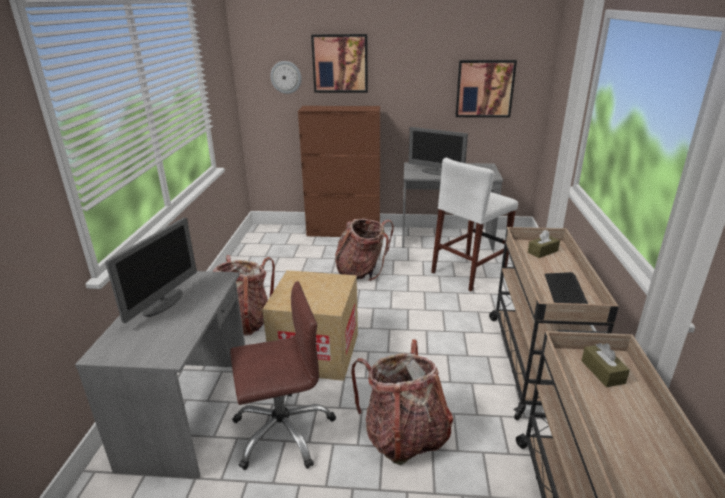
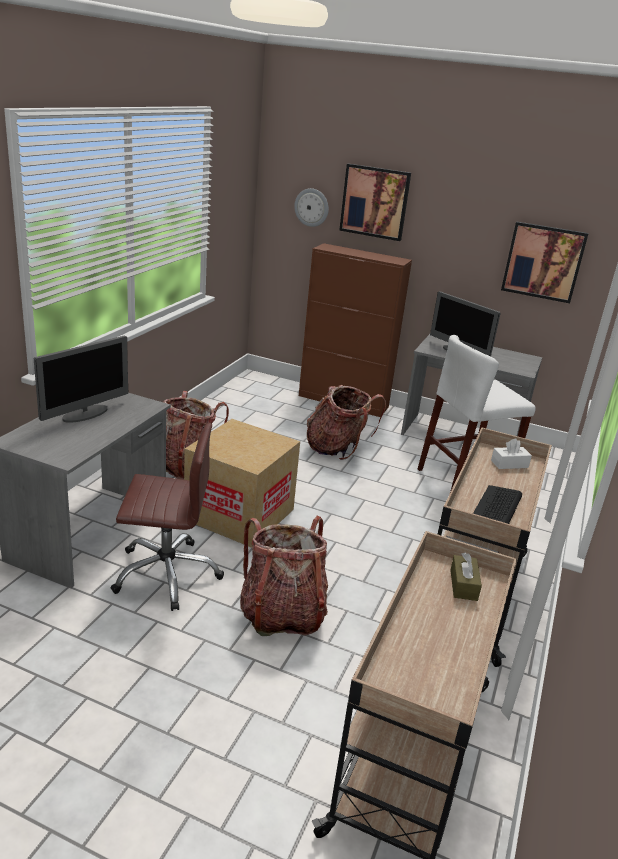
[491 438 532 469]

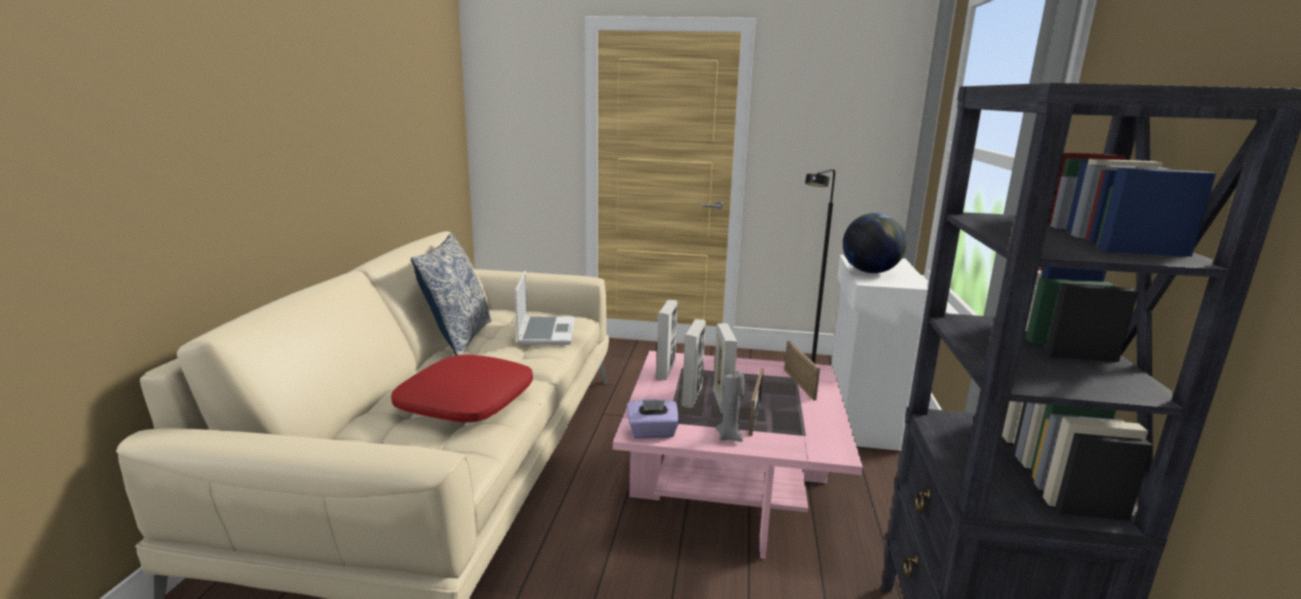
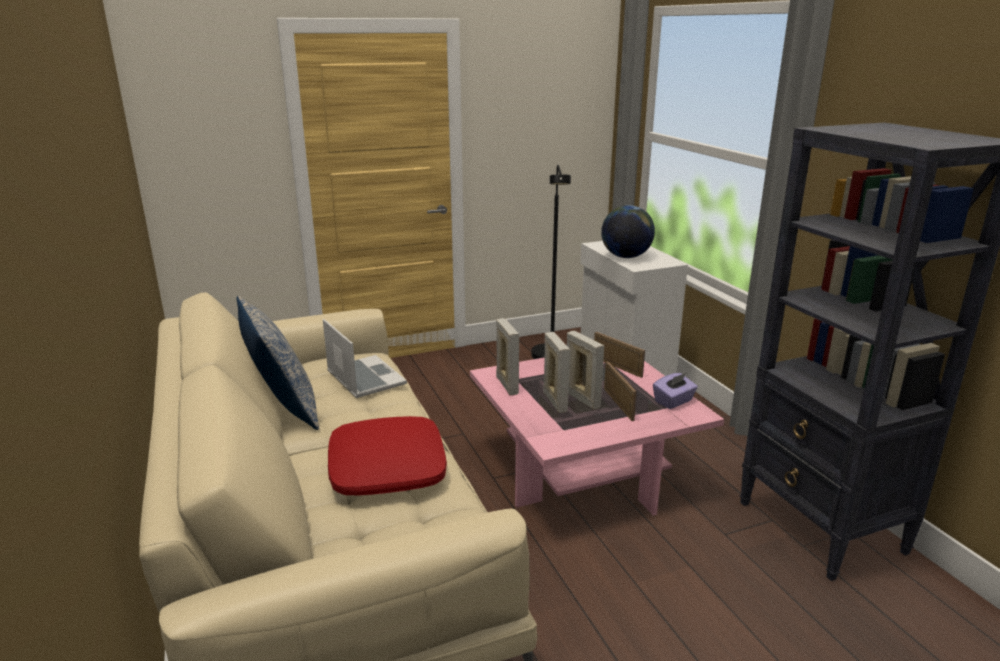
[716 371 745 442] (first image)
[653 373 698 409]

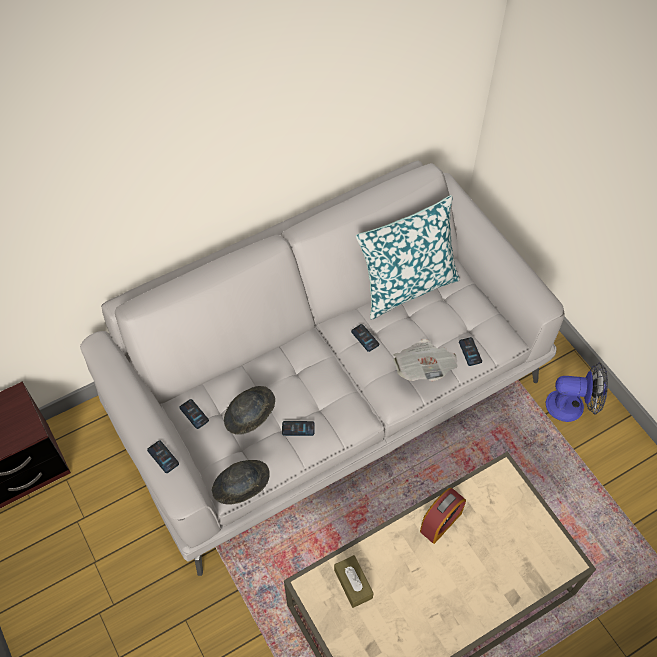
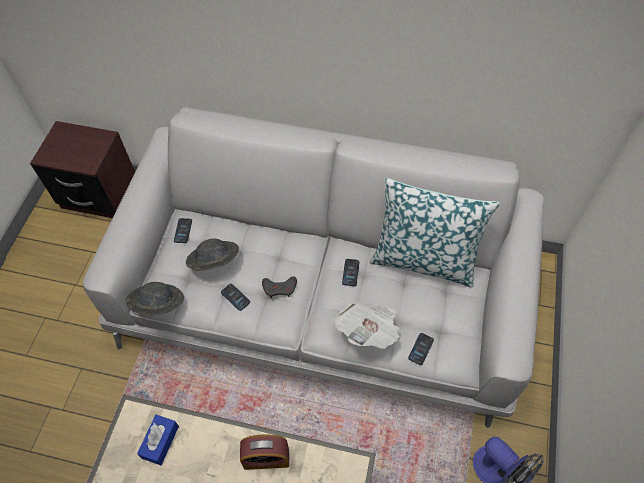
[147 440 179 473] (first image)
[137 415 179 465]
[262 277 297 298]

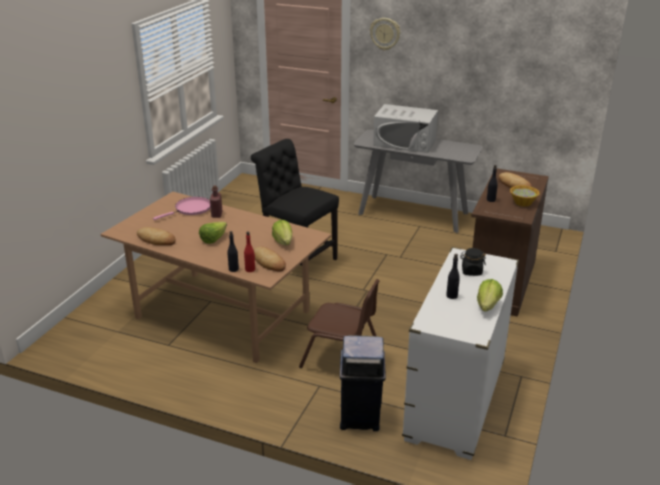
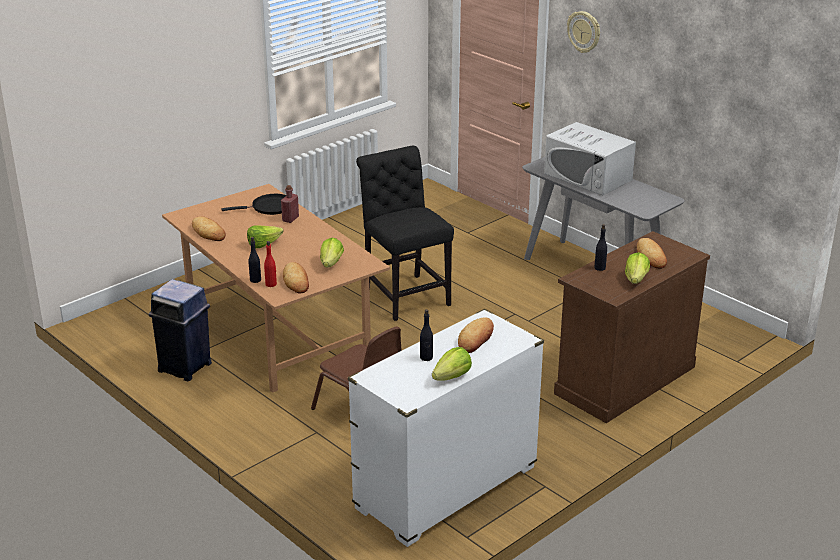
[625 252 650 284]
[221 194 286 215]
[458 317 494 353]
[149 279 212 381]

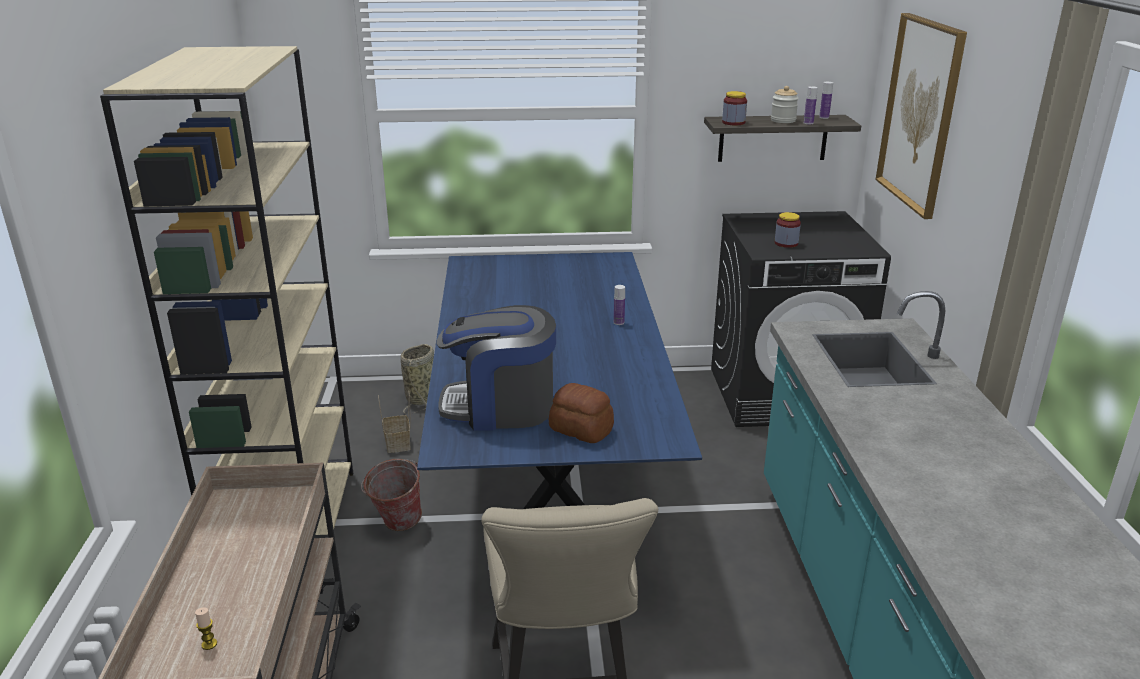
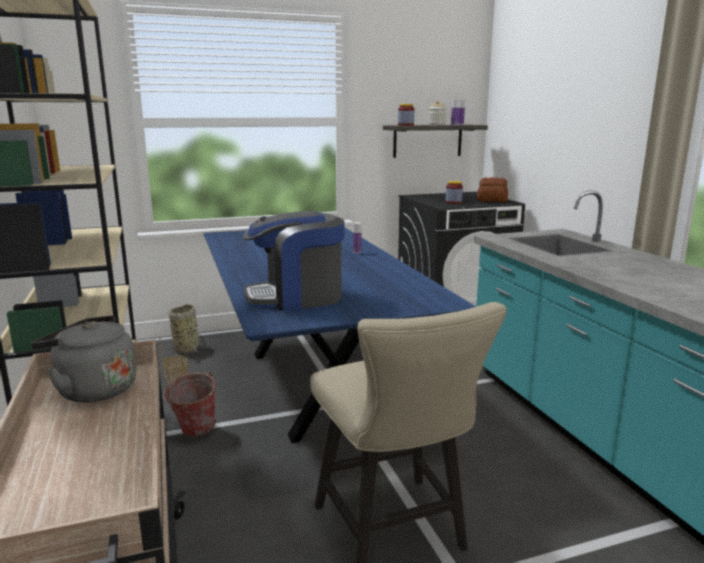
[875 13 967 219] (first image)
[477 177 508 202]
[195 607 217 650] (first image)
[31 315 136 403]

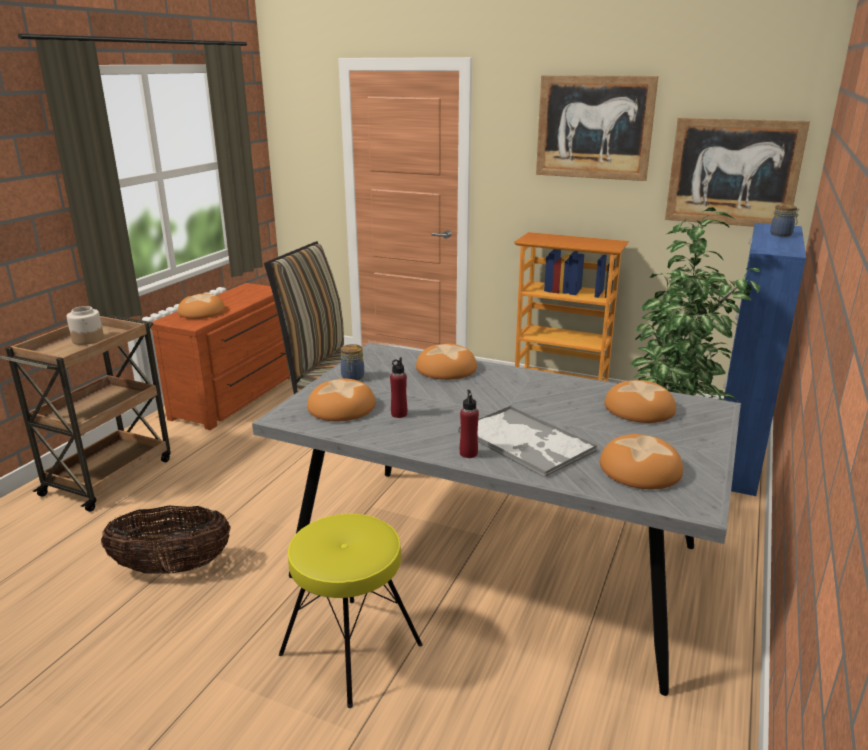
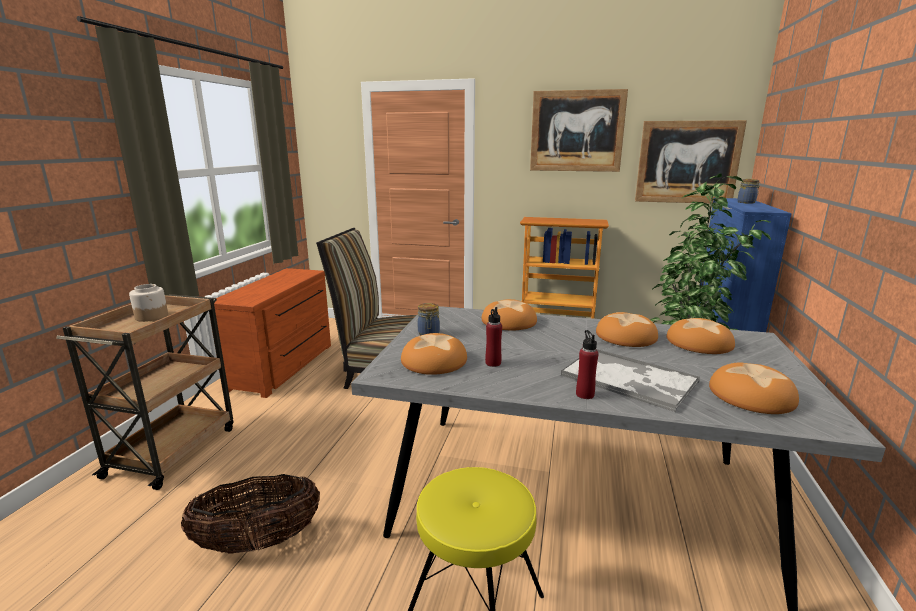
[596 312 658 347]

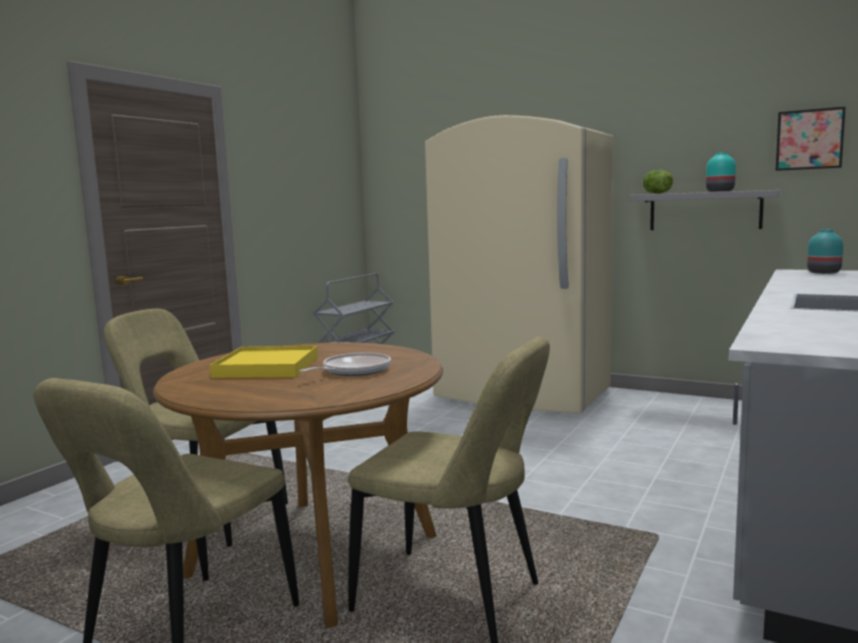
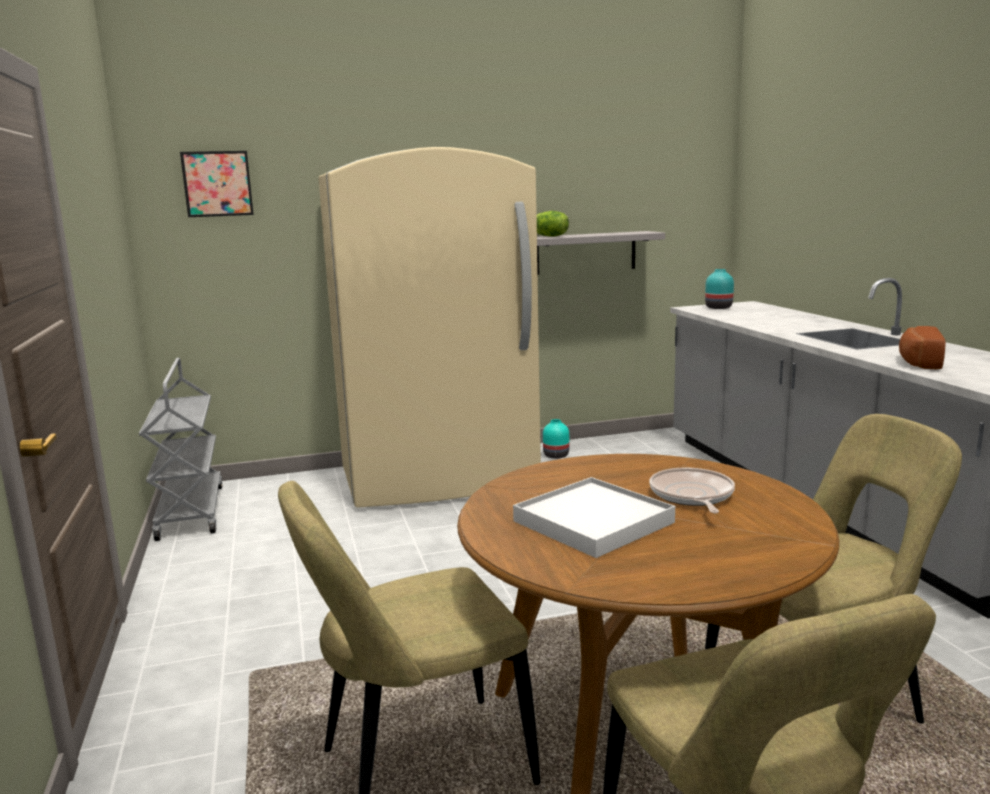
[180 151 254 217]
[543 419 569 459]
[513 477 675 558]
[899 326 946 369]

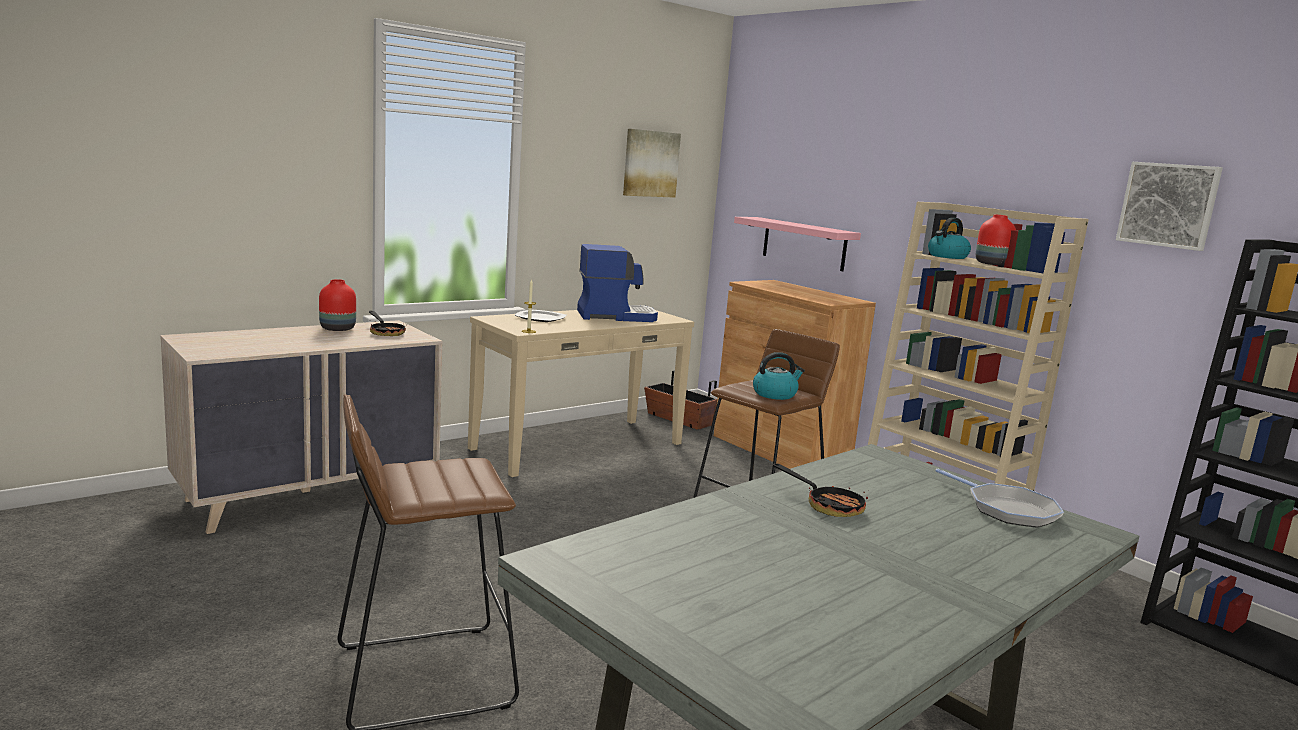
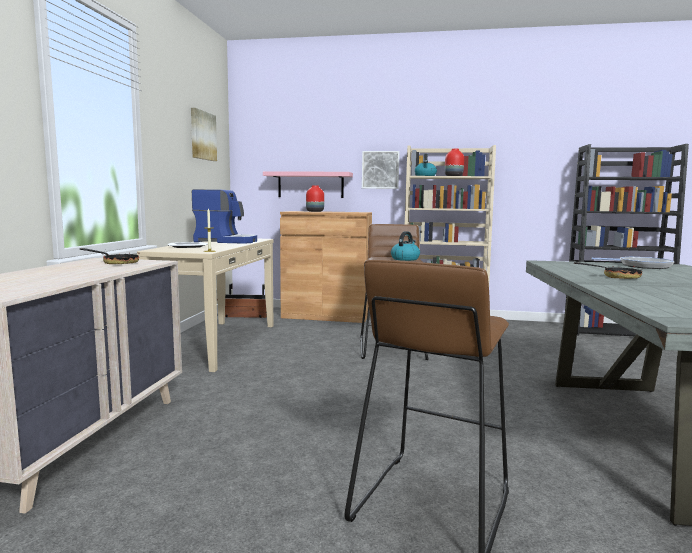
[362 151 400 189]
[192 189 257 244]
[306 185 324 212]

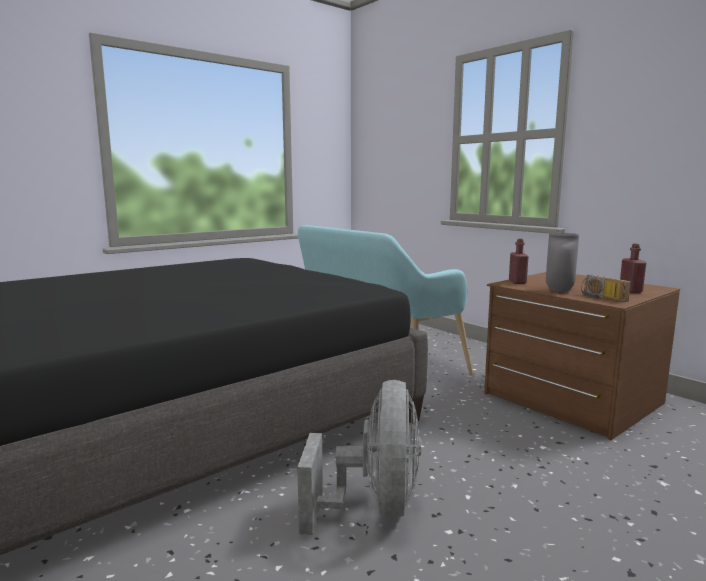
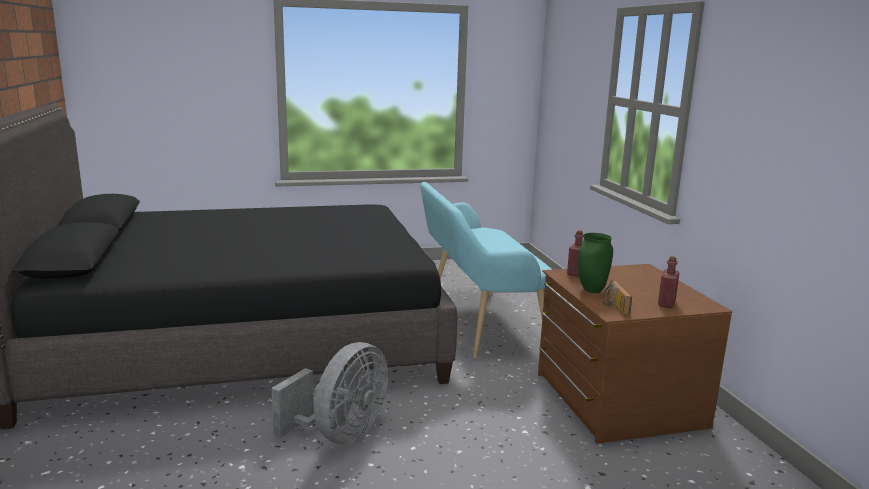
[578 233 613 293]

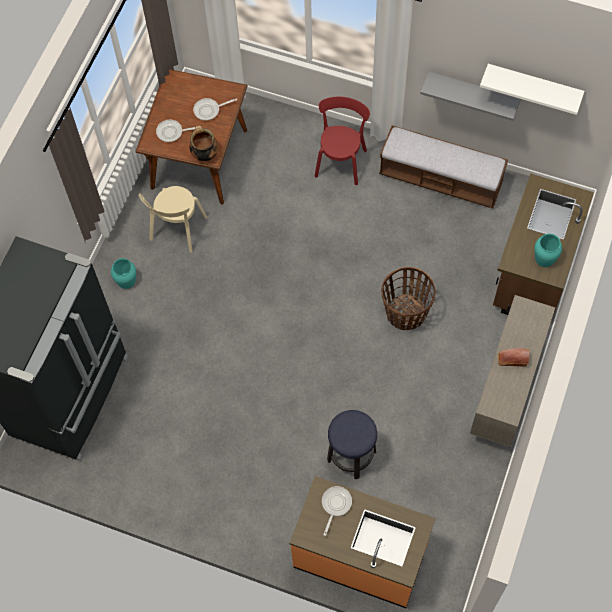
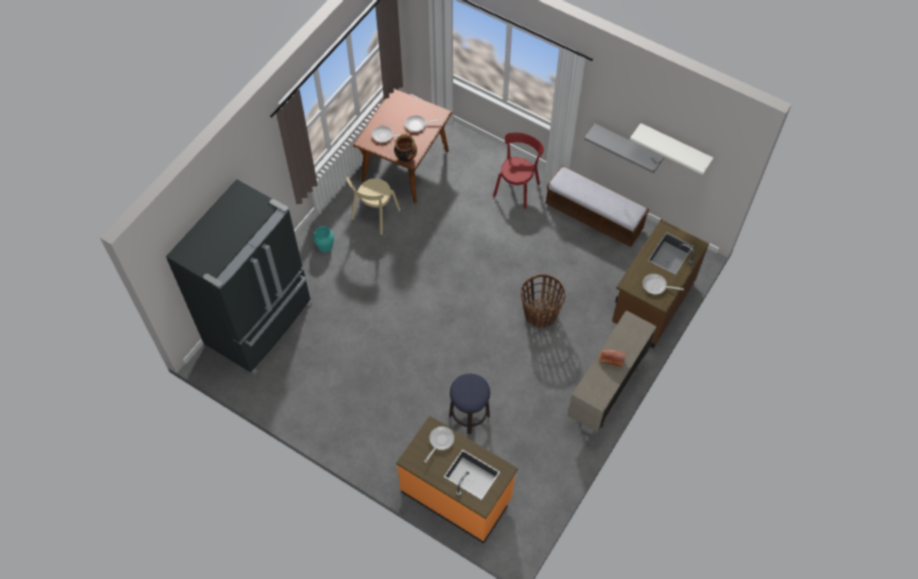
[643 274 684 294]

